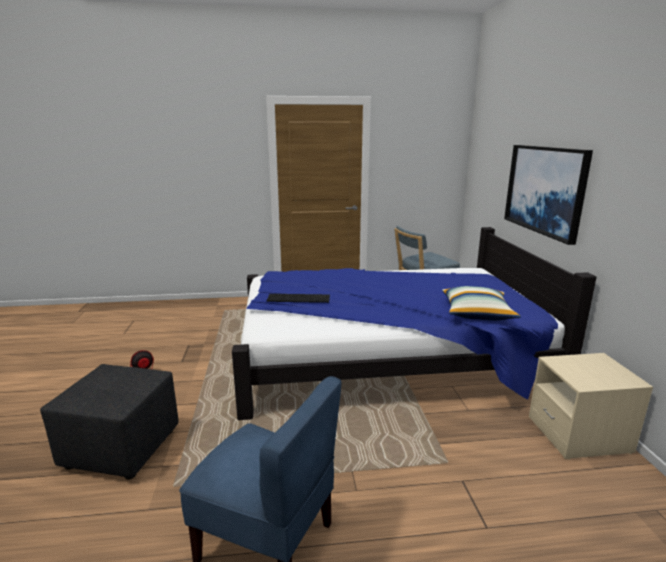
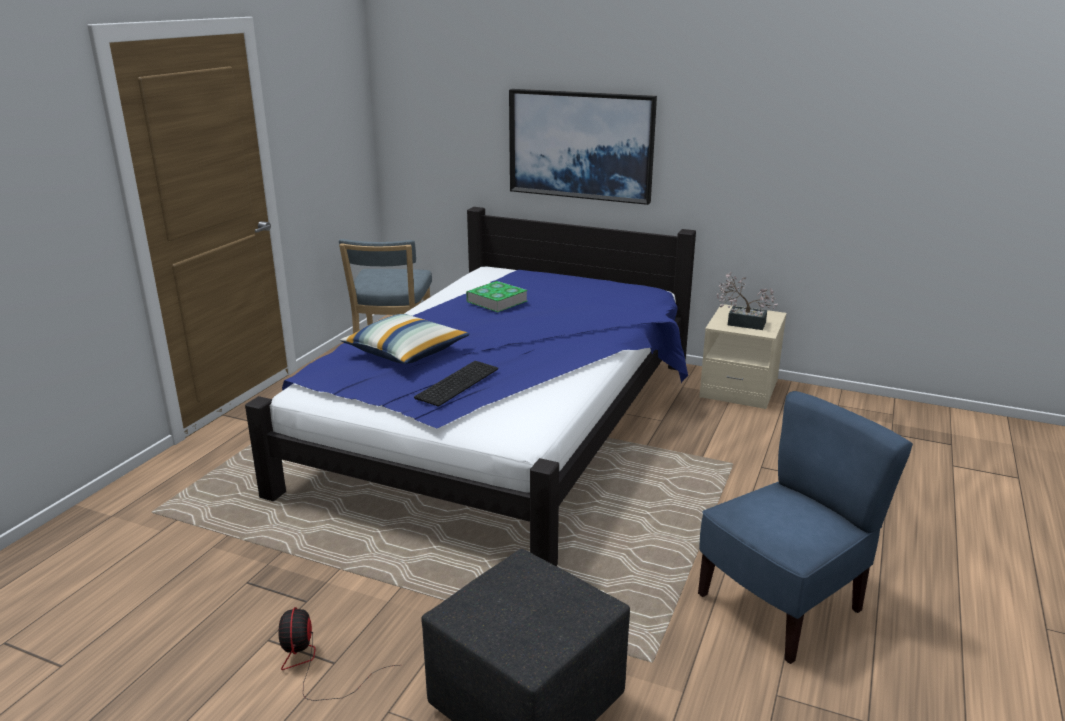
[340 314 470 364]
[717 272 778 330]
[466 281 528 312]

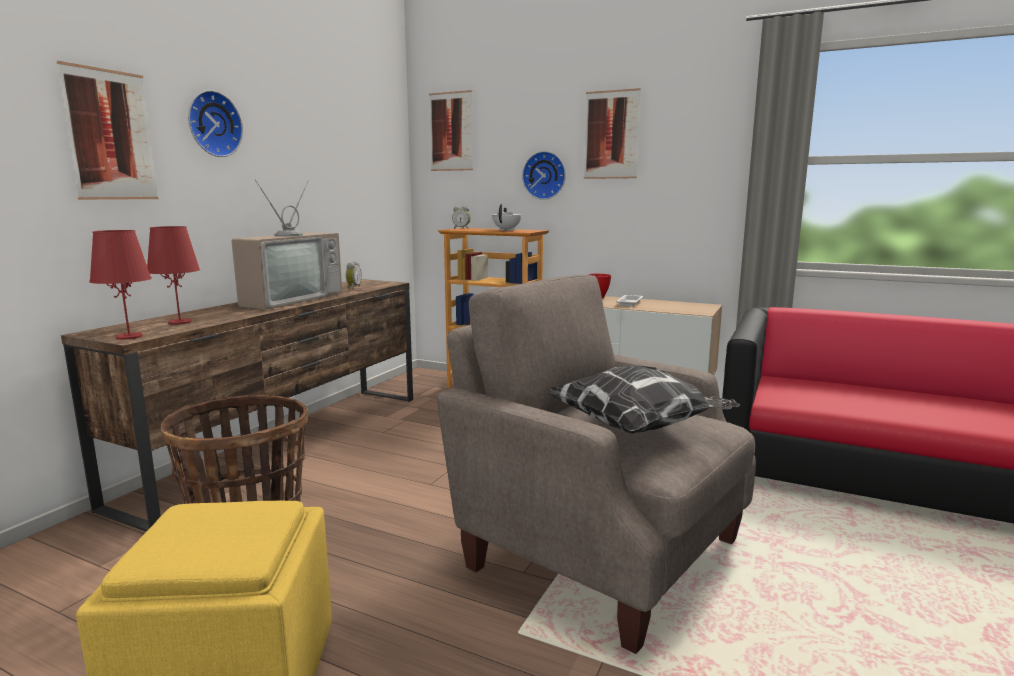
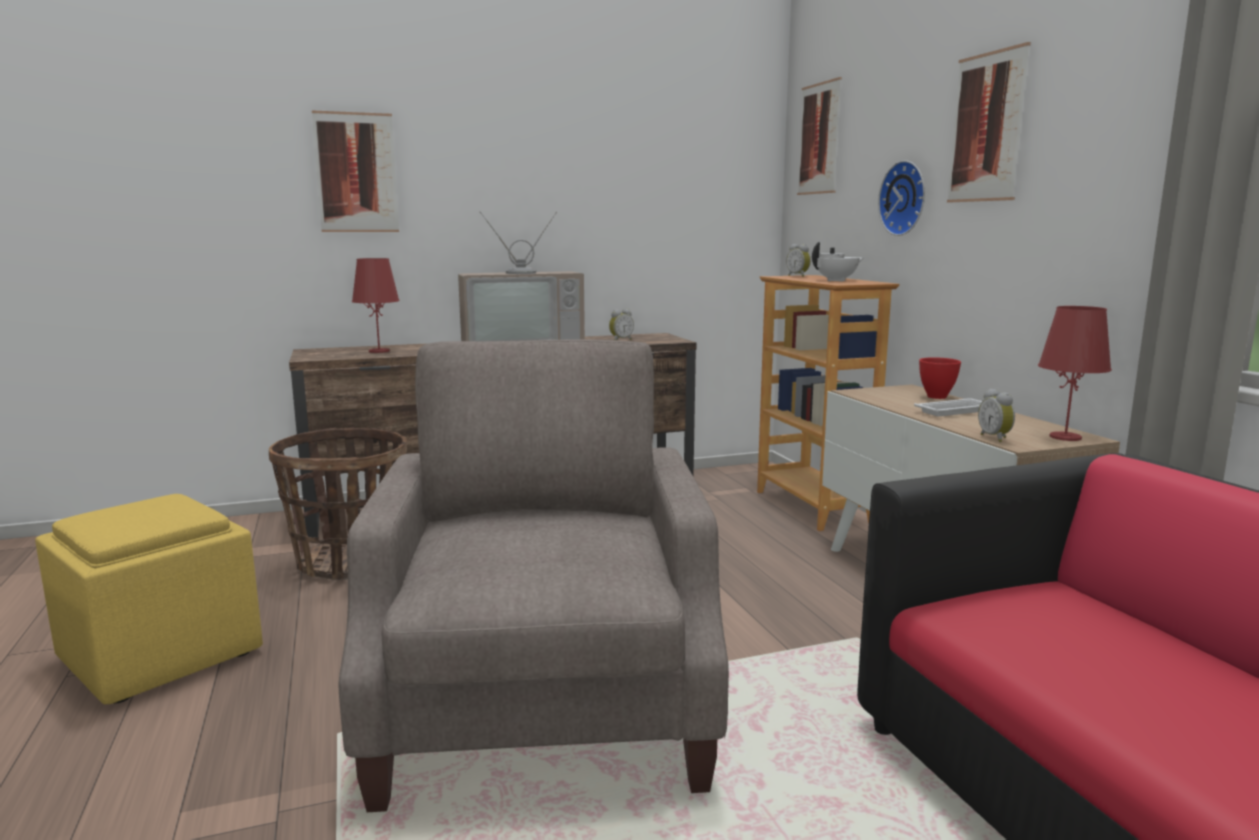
[188 90 243 157] (first image)
[1038 306 1112 441]
[548 366 740 434] (first image)
[978 388 1015 442]

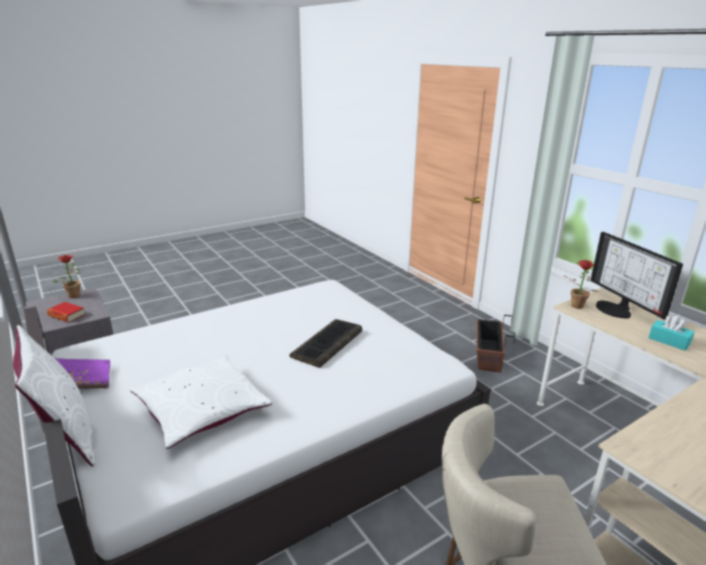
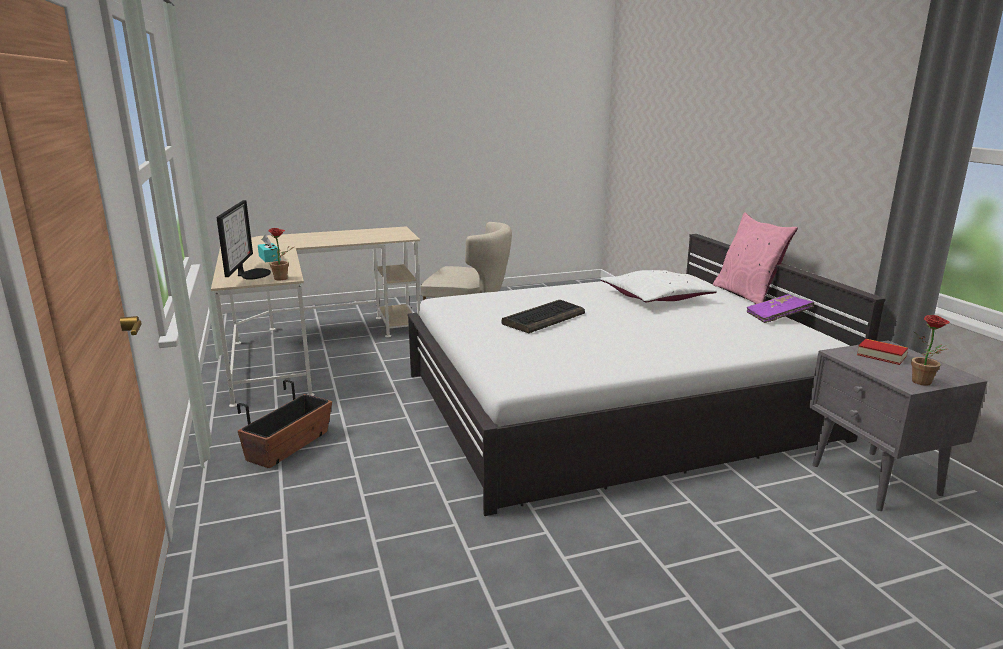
[713 212 798 304]

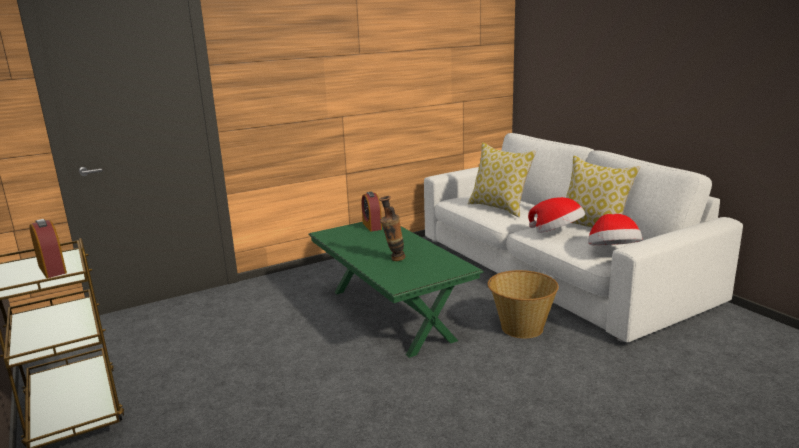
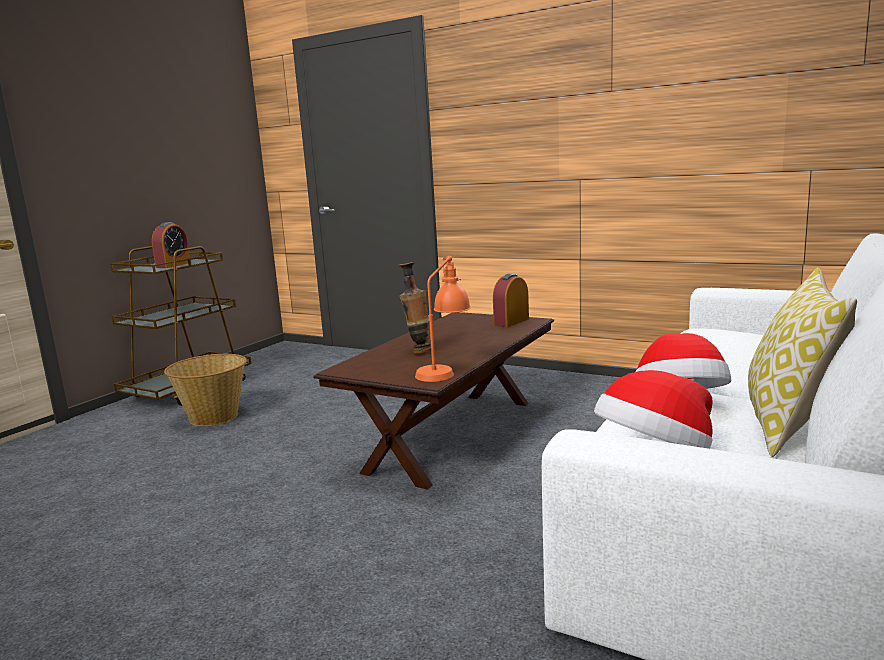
[468 142 536 217] (first image)
[313 312 554 490]
[164 354 247 426]
[415 256 471 382]

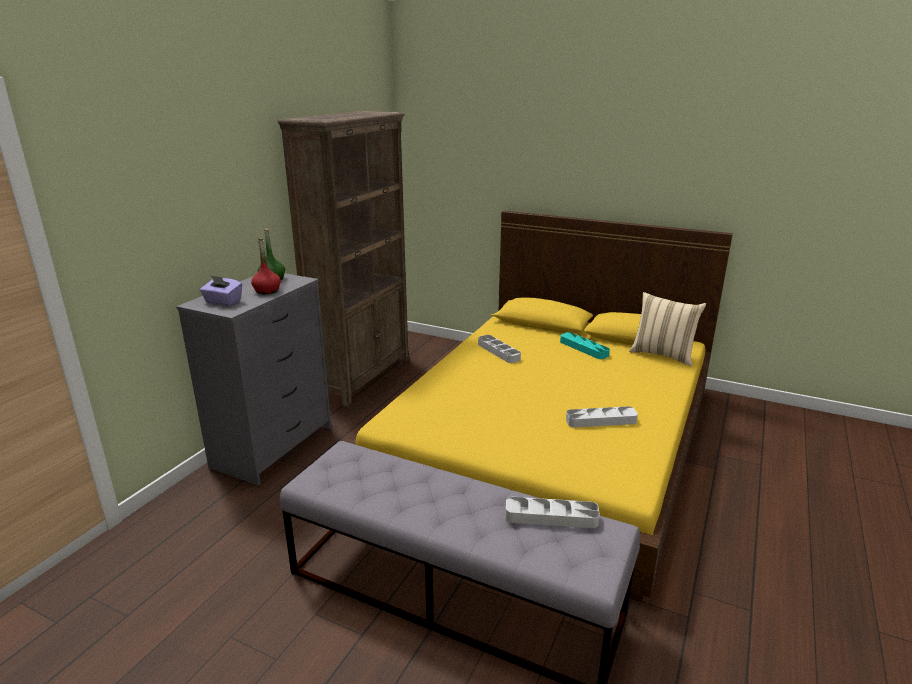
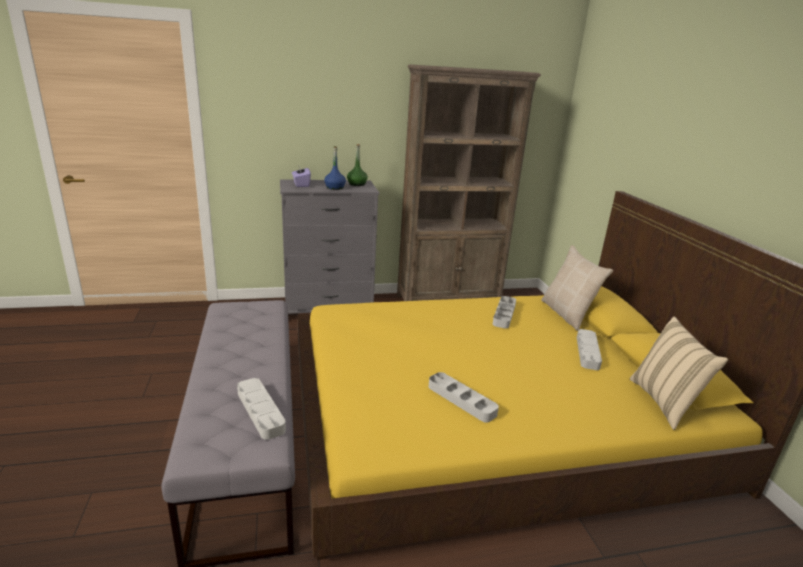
[324 146 346 190]
[577 329 602 370]
[541 245 613 331]

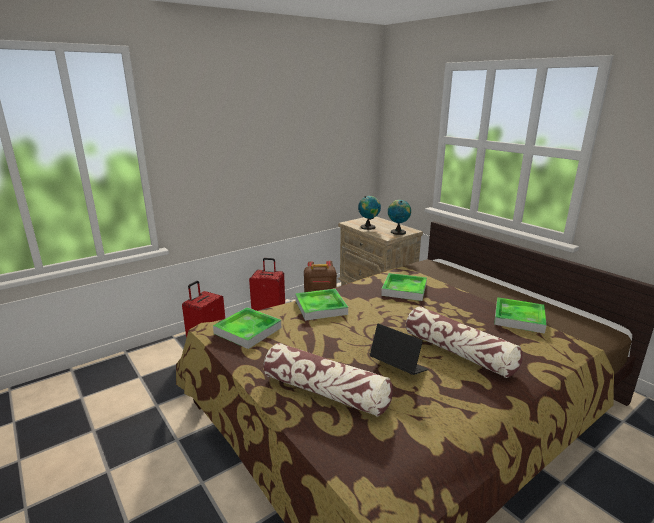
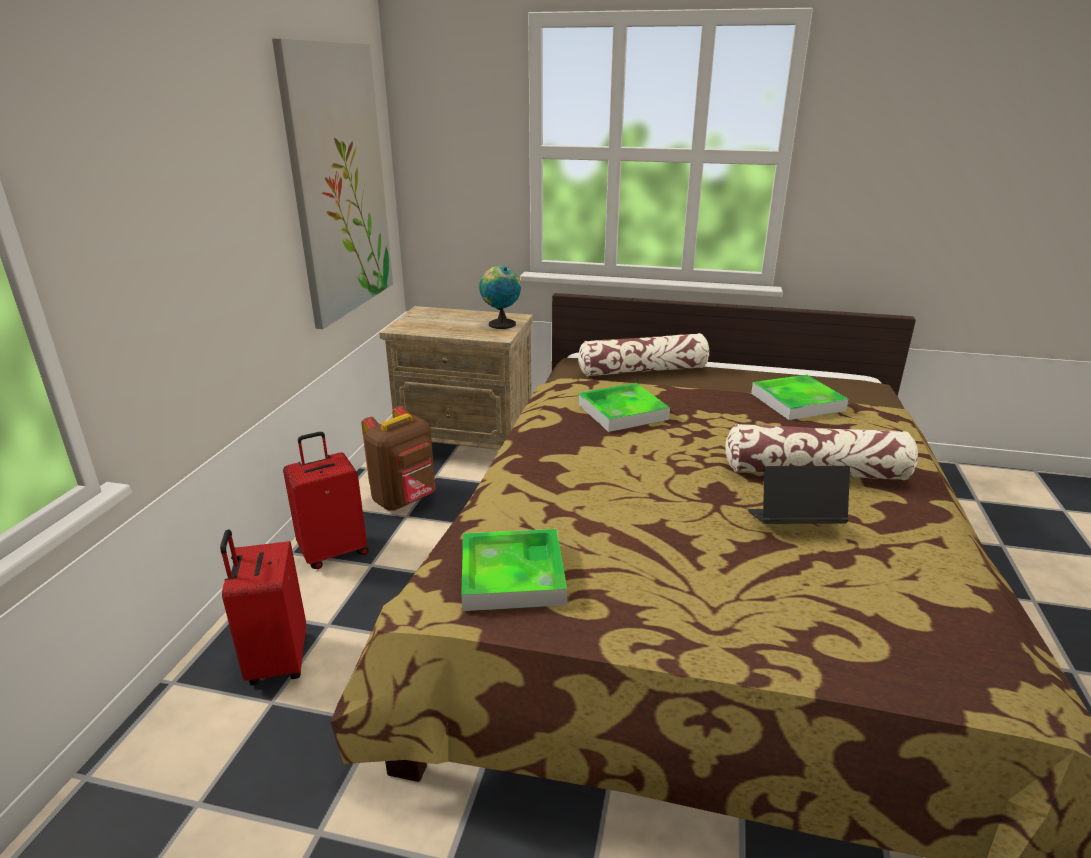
[358 196 381 230] (first image)
[295 289 348 321] (first image)
[578 333 709 376]
[272 38 393 329]

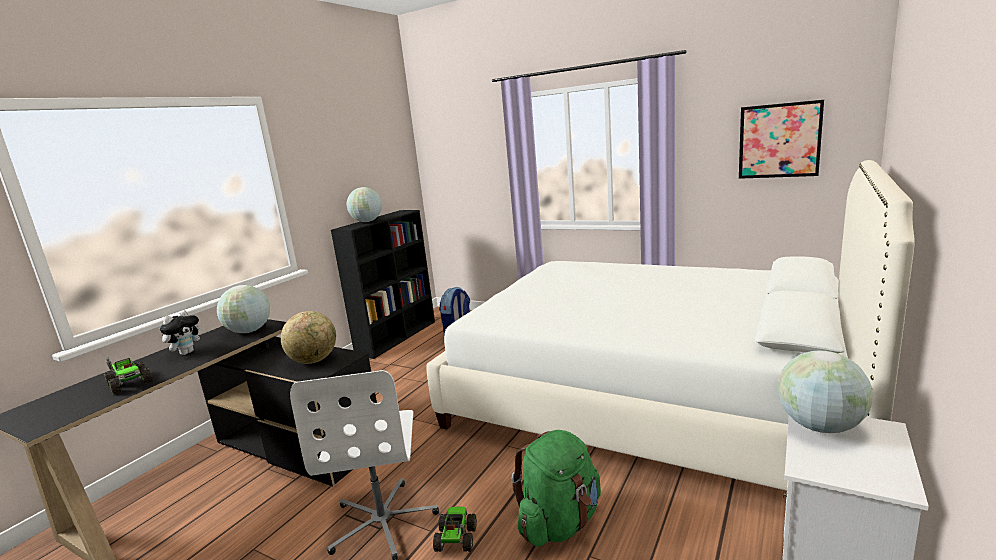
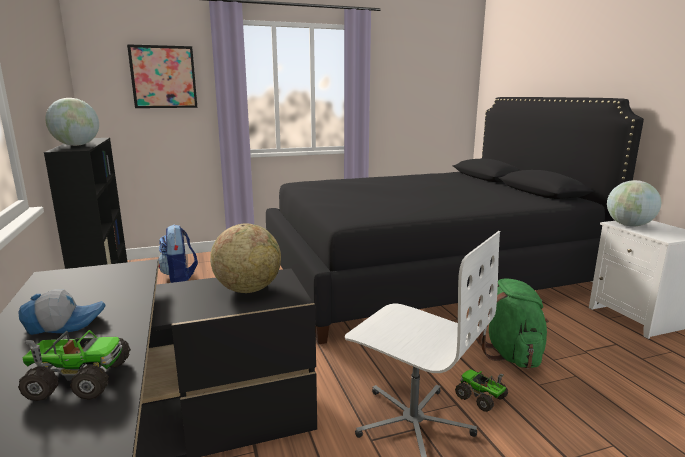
[127 44 197 108]
[266 97 644 344]
[217 285 270 333] (first image)
[18 289 106 335]

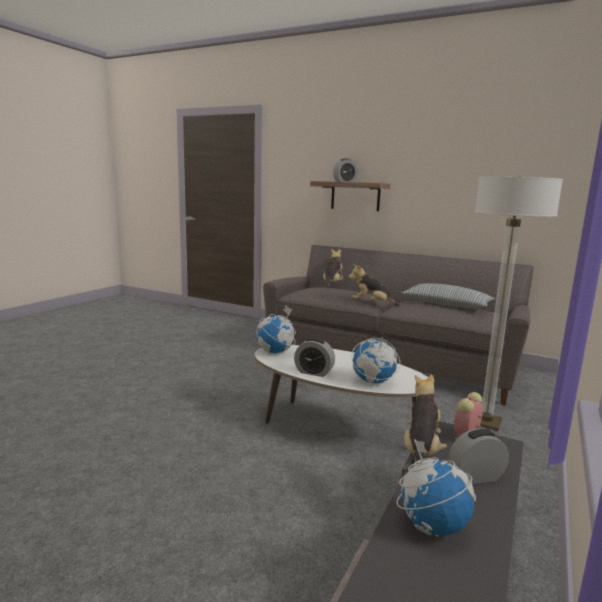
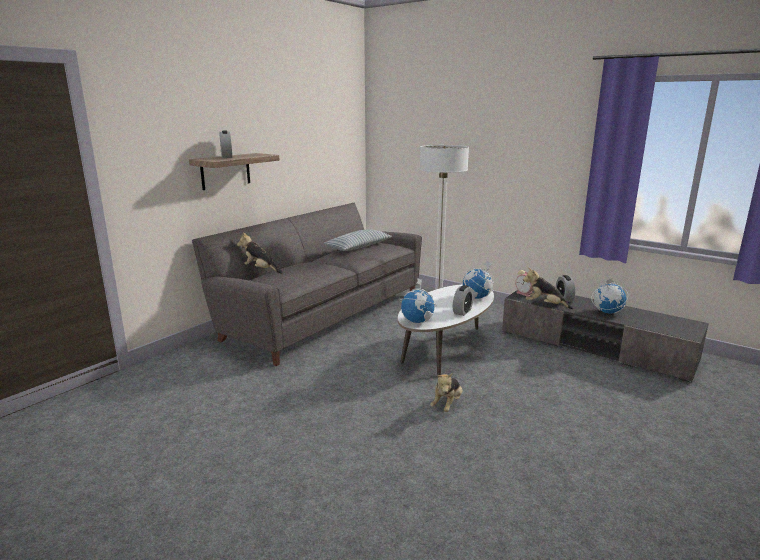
[430 373 463 412]

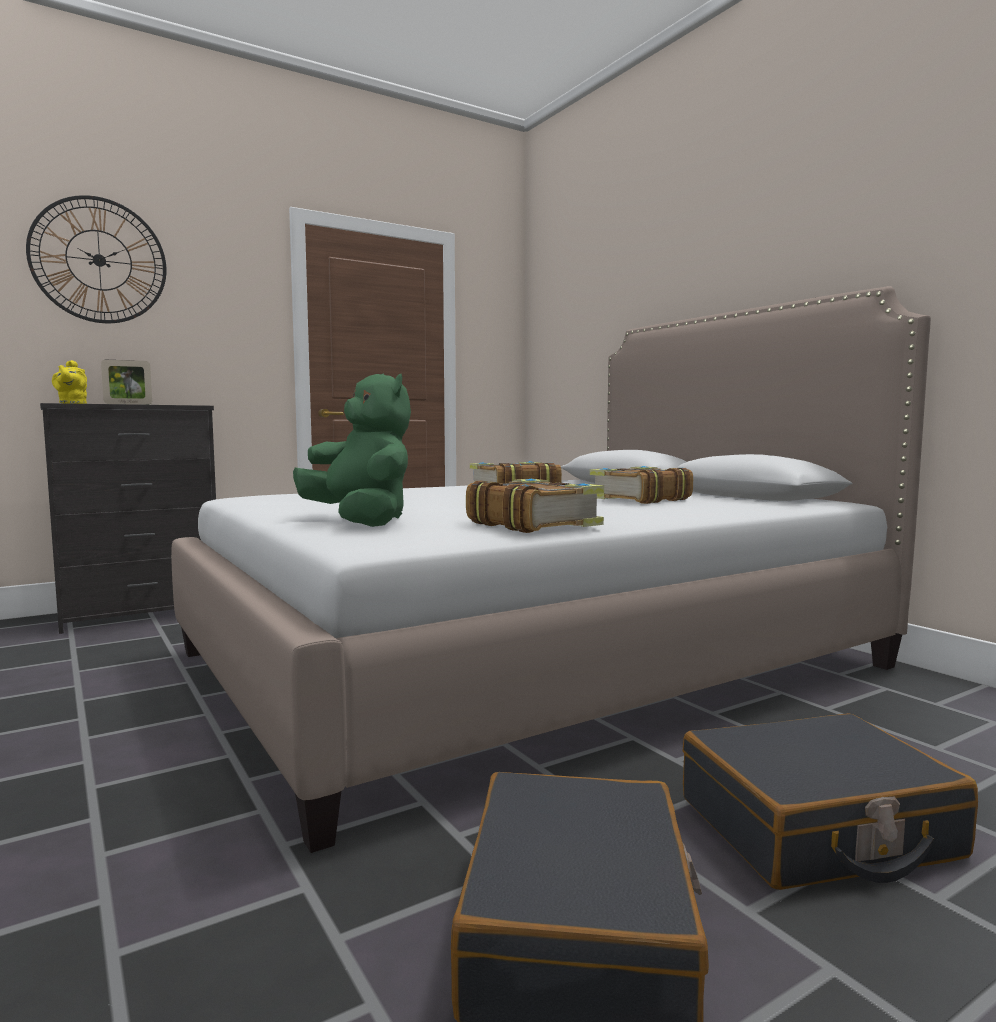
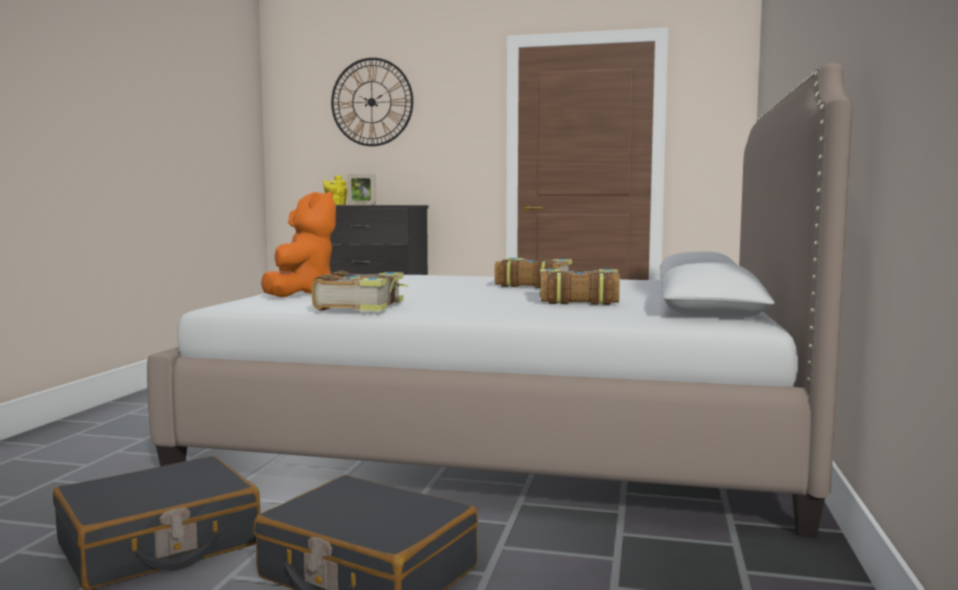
[261 191 336 297]

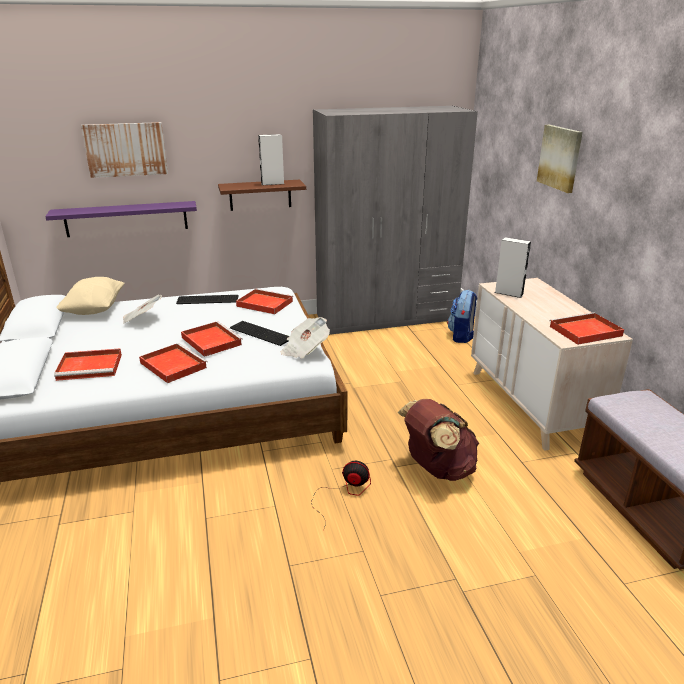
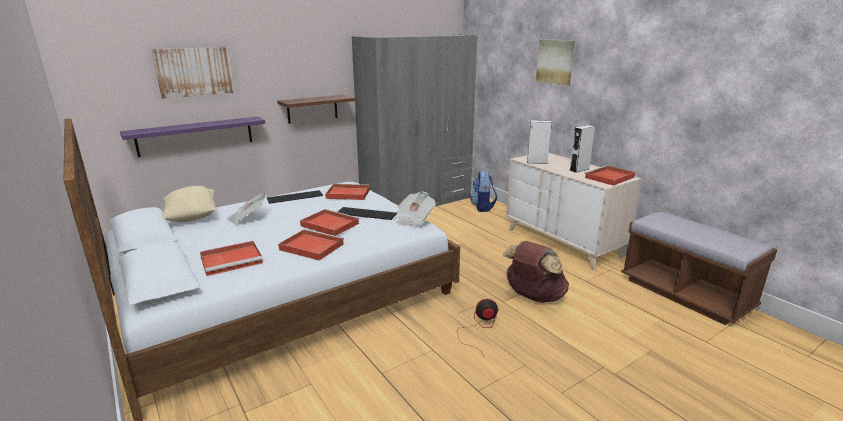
[570 125 595 173]

